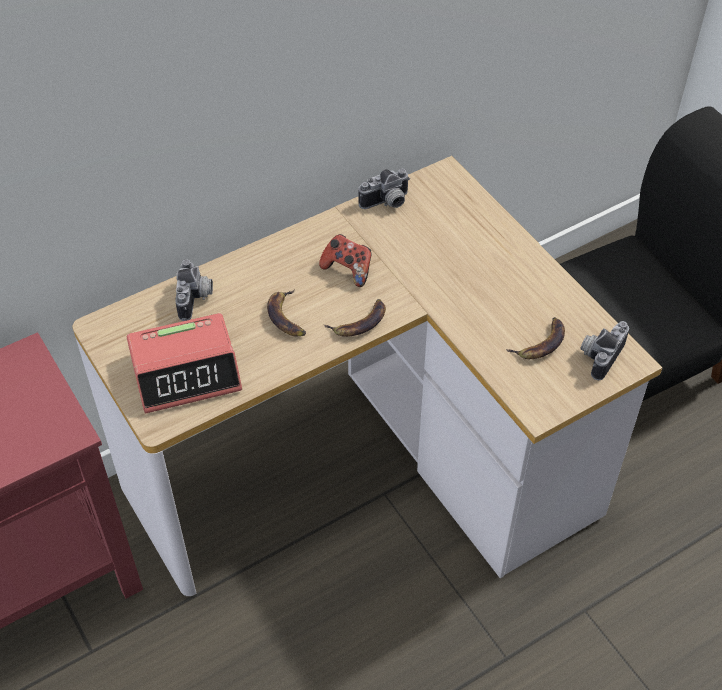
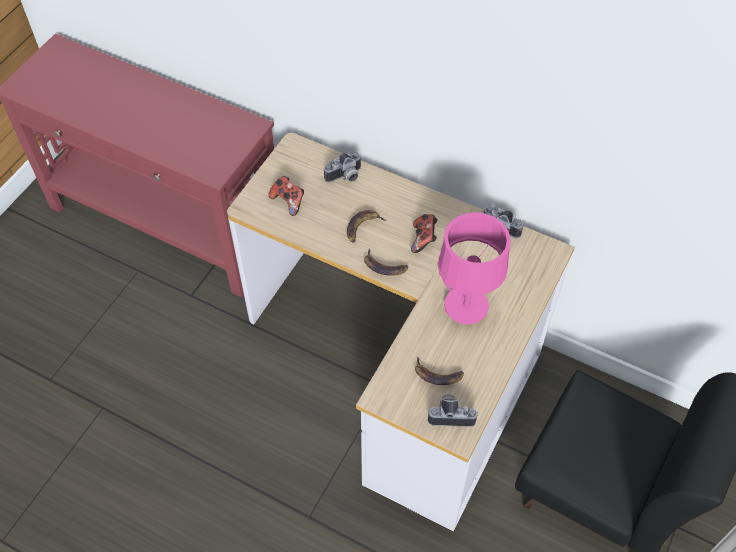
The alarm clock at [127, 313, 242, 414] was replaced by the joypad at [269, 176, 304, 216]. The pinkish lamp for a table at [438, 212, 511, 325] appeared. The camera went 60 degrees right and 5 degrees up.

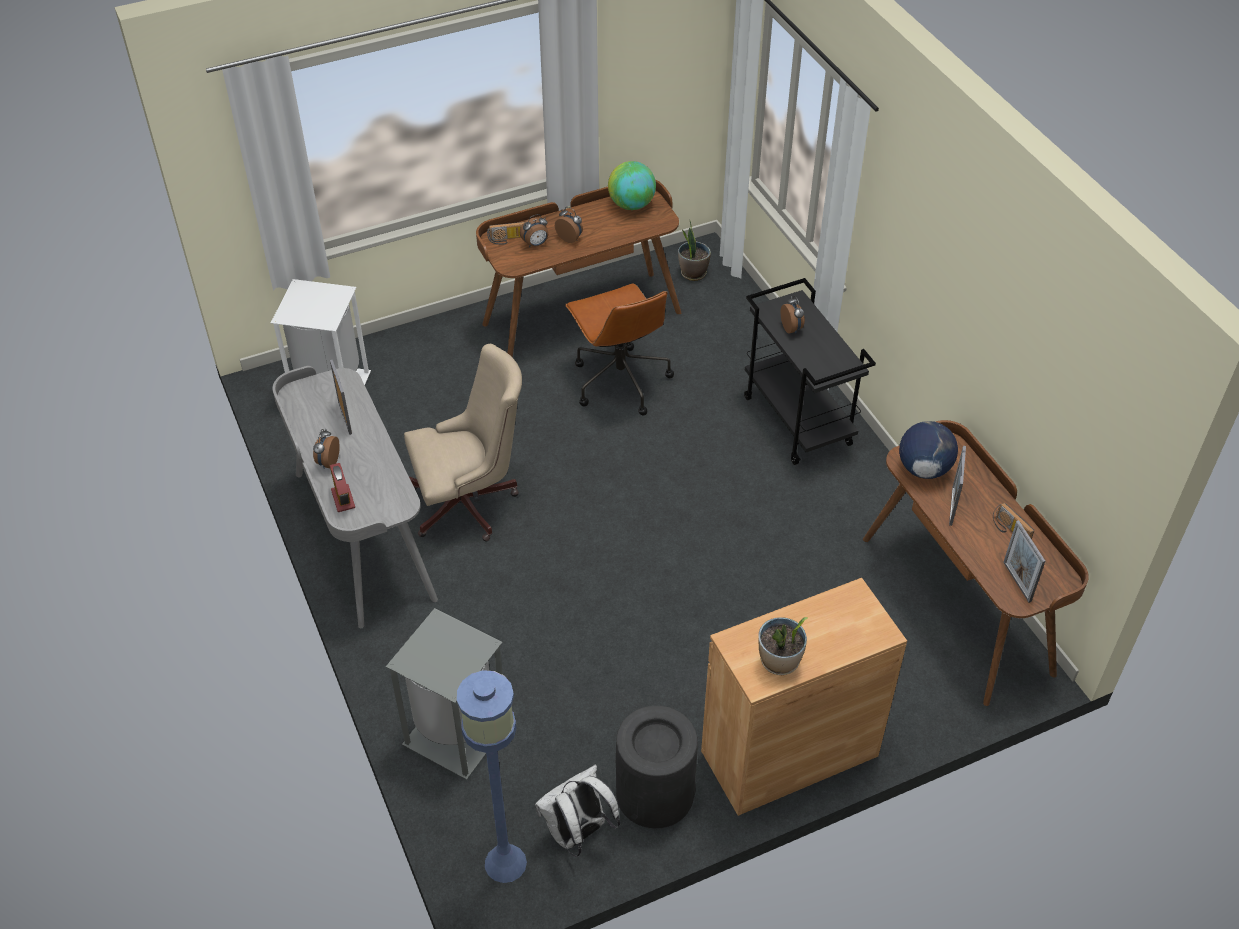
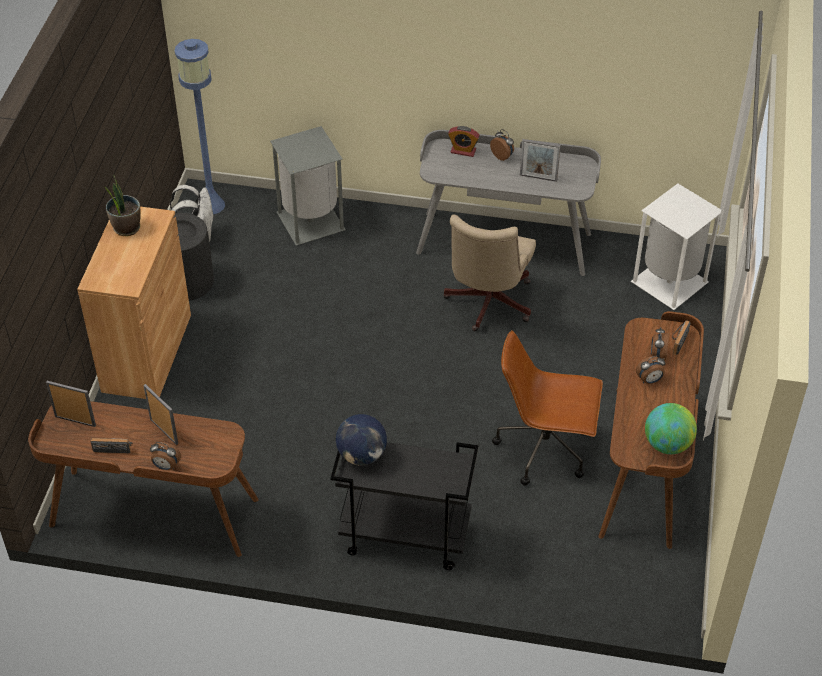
The plant in a pot at [678, 221, 711, 281] disappeared. The alarm clock moved from [781, 296, 805, 333] to [150, 442, 181, 470]. The globe moved from [899, 421, 958, 479] to [336, 414, 387, 465]. The camera went 125 degrees right and 0 degrees up.

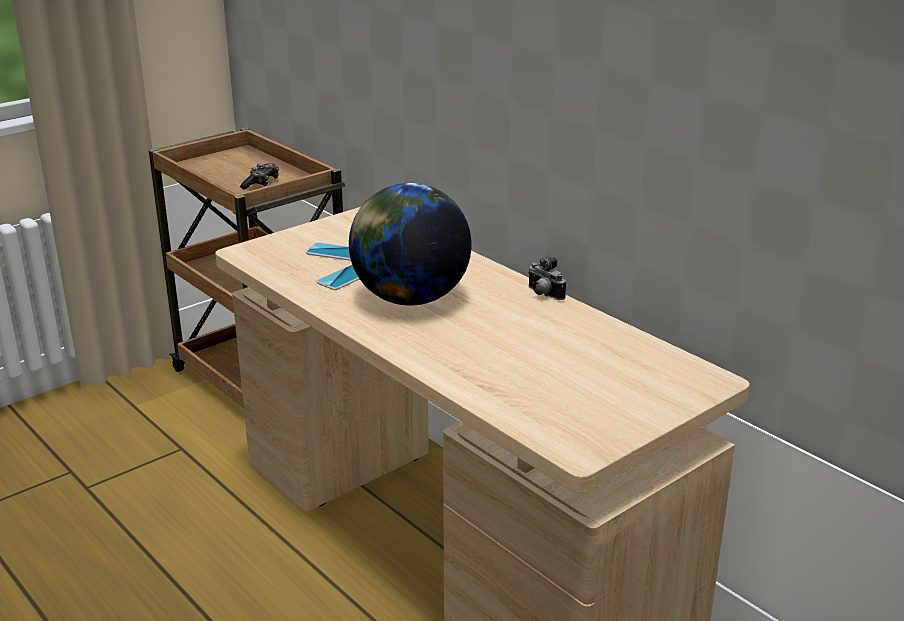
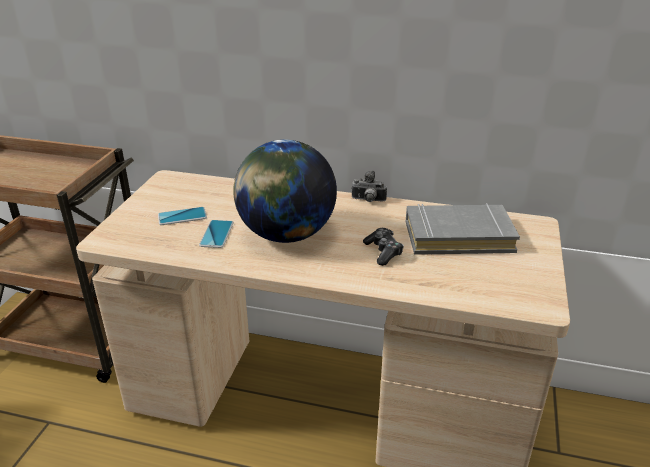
The joypad moved from [240, 163, 279, 189] to [363, 228, 404, 266]. The greyish book at [406, 203, 520, 255] appeared. The camera went 35 degrees left and 5 degrees up.

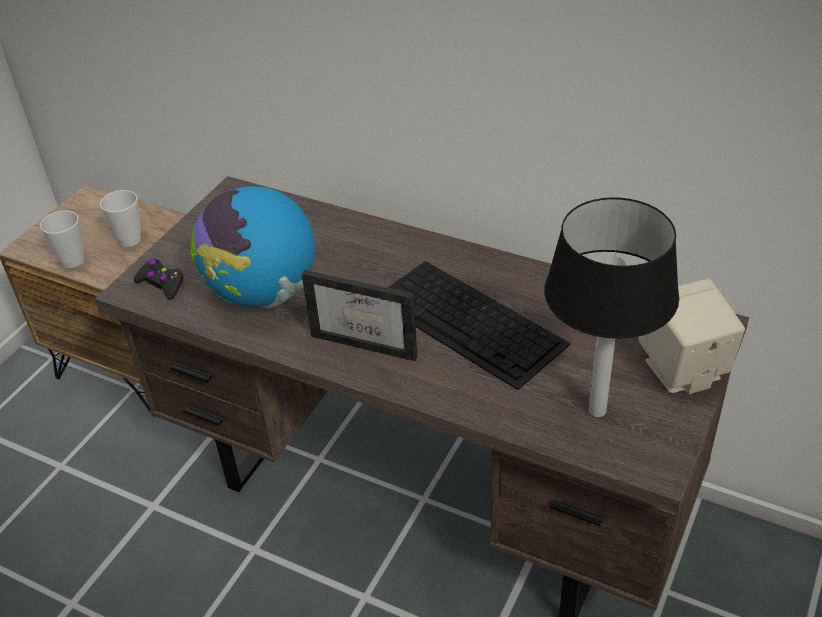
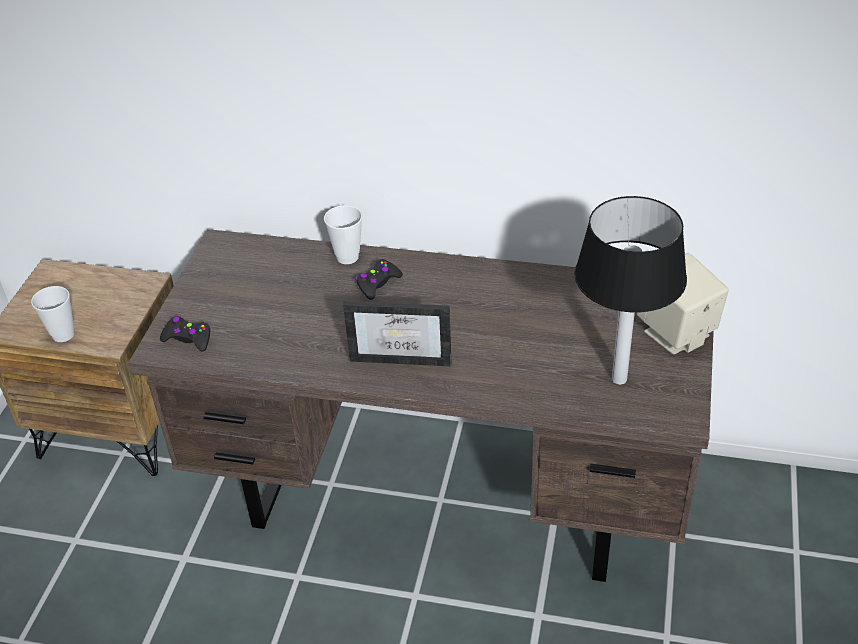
The globe at [191, 186, 315, 308] disappeared. The small cup moved from [100, 190, 141, 247] to [324, 205, 362, 264]. The keyboard at [388, 261, 571, 390] disappeared. The black joypad at [356, 259, 403, 300] appeared. The camera went 15 degrees left and 0 degrees up.

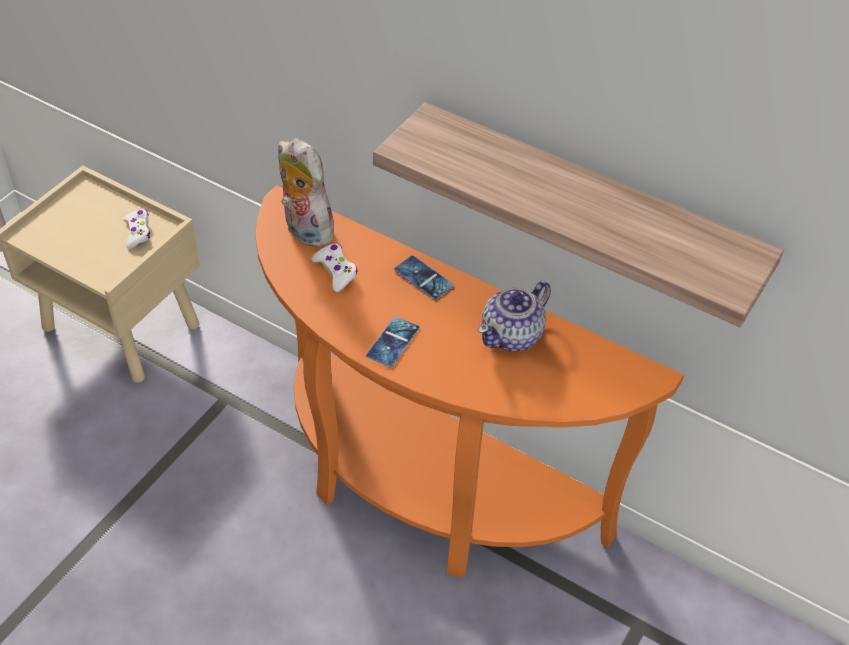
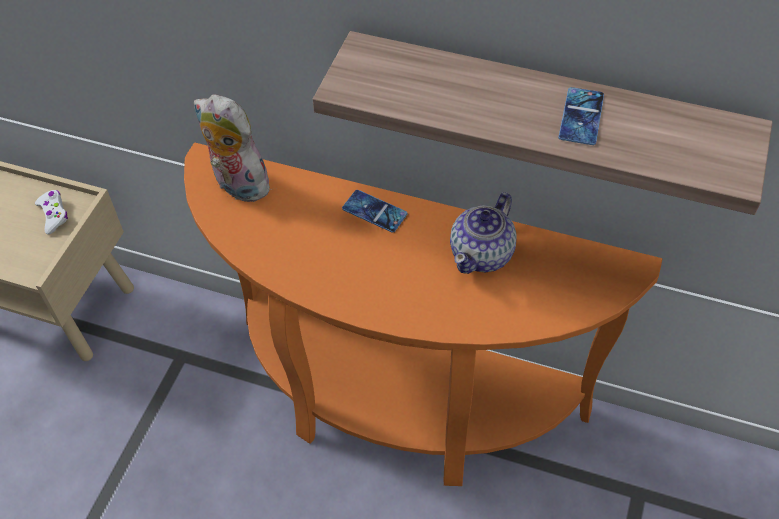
The white joypad at [311, 243, 358, 292] disappeared. The handset moved from [366, 317, 420, 367] to [559, 87, 604, 145]. The camera went 10 degrees left and 5 degrees up.

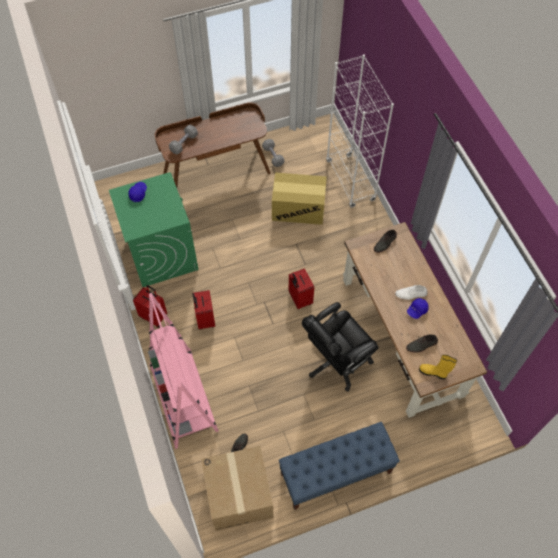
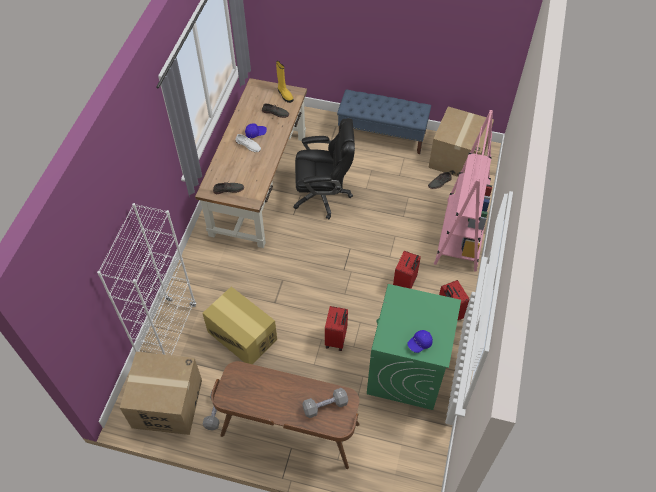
The reddish travel case moved from [289, 268, 314, 309] to [325, 306, 348, 351]. The cardboard box at [120, 352, 202, 435] appeared. The camera went 145 degrees left and 5 degrees down.

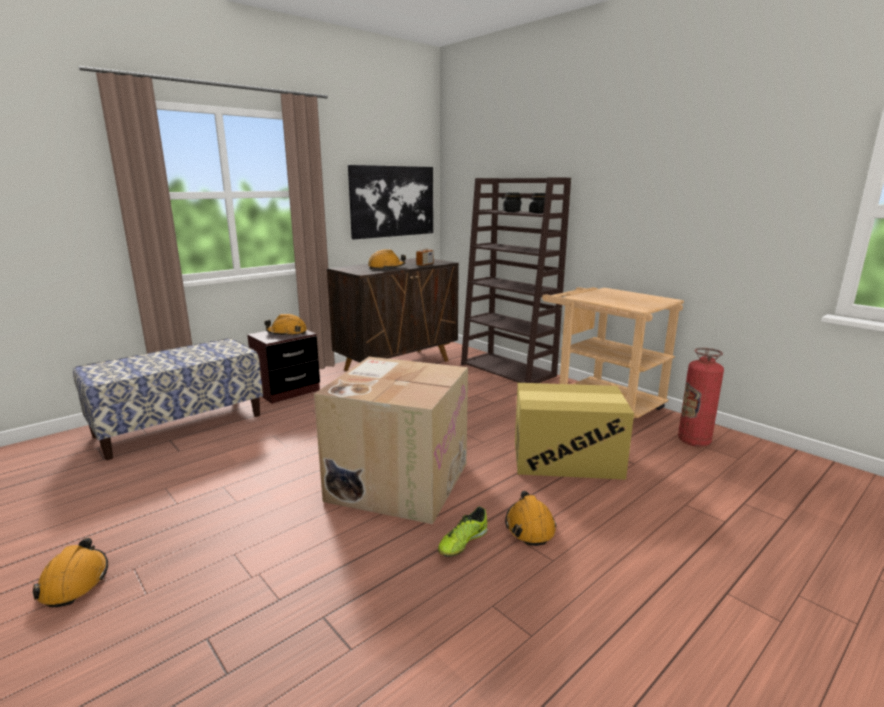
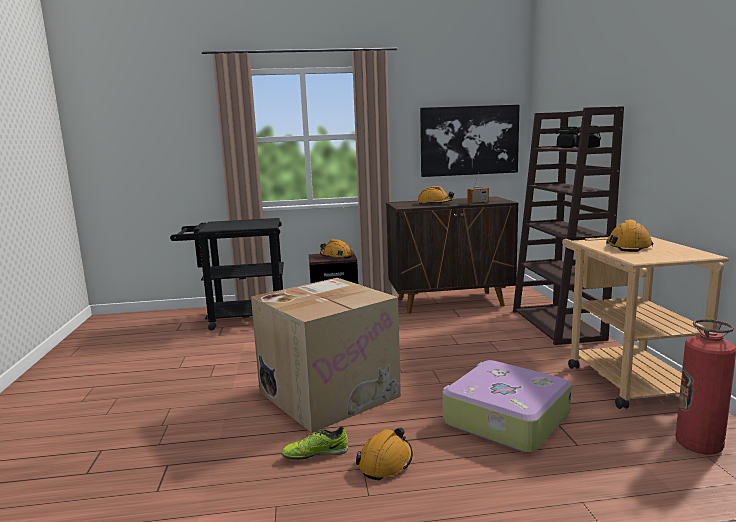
The long seat at [73, 338, 263, 460] was replaced by the black wheeled cart at [170, 218, 284, 330]. The cardboard box at [515, 383, 634, 480] was replaced by the travel case at [443, 360, 571, 453]. The orangey work helmet moved from [33, 538, 108, 607] to [606, 220, 654, 252]. The camera went 35 degrees right and 5 degrees down.

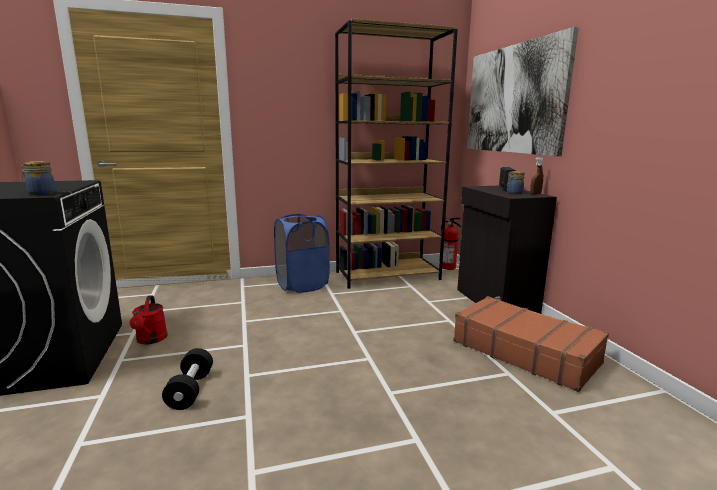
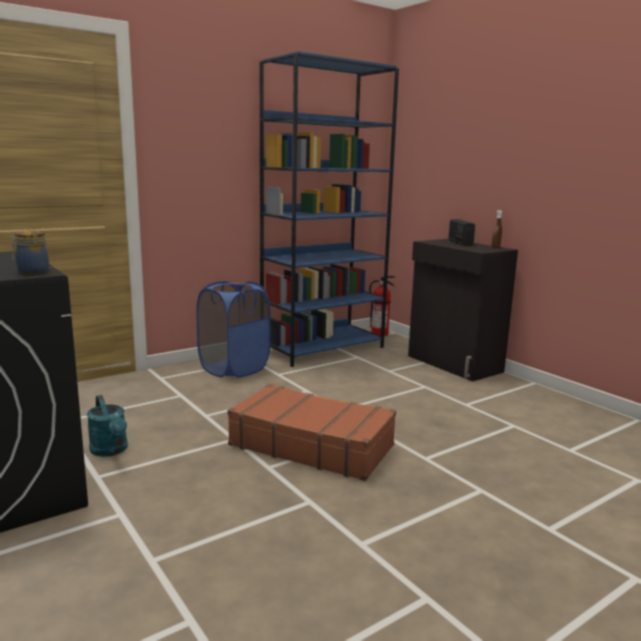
The brown shelving unit at [335, 18, 458, 289] became the blue shelving unit at [260, 51, 399, 367]. The wall art at [467, 27, 579, 156] disappeared. The jar at [507, 171, 525, 194] disappeared. The reddish watering pot at [130, 295, 168, 345] became the blue-green watering pot at [87, 395, 128, 457]. The brown travel case moved from [453, 296, 609, 392] to [228, 384, 396, 481]. The black hand weight at [162, 348, 213, 410] disappeared. The camera went 20 degrees left and 0 degrees up.

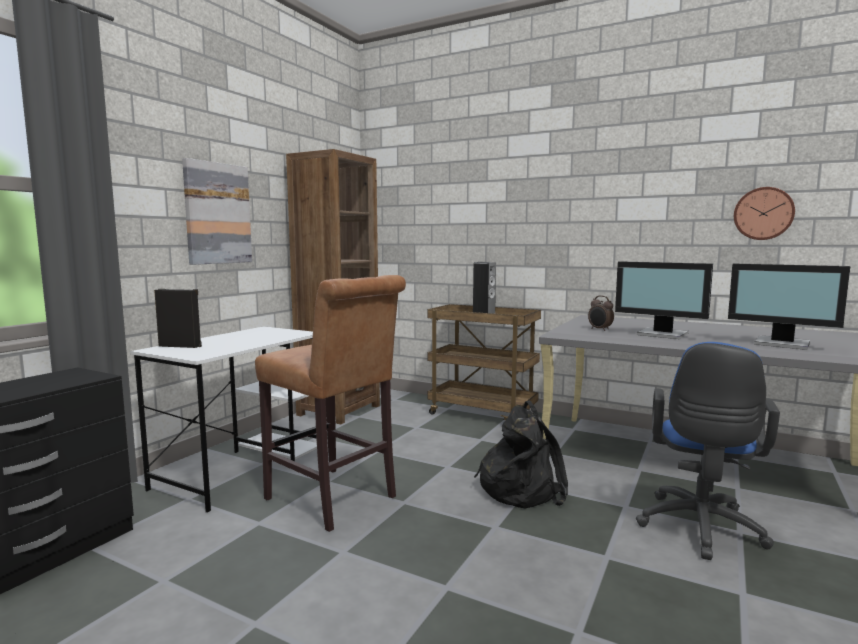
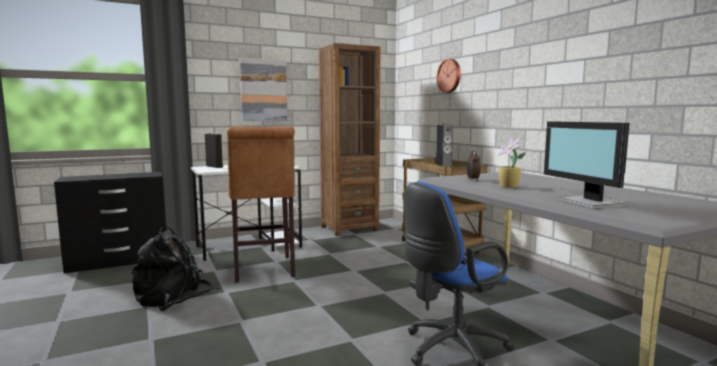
The clock on the wall moved from [734, 187, 795, 240] to [437, 59, 461, 93]. The monitor at [615, 261, 713, 339] was replaced by the plant in a pot at [499, 138, 526, 188]. The black backpack moved from [474, 401, 568, 509] to [132, 227, 220, 311]. The camera went 35 degrees right and 0 degrees up.

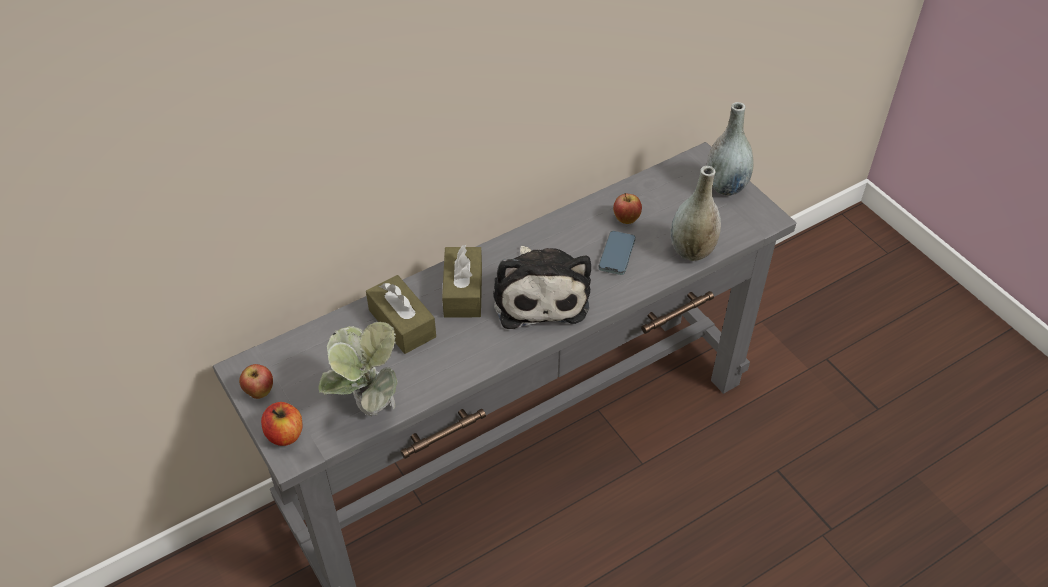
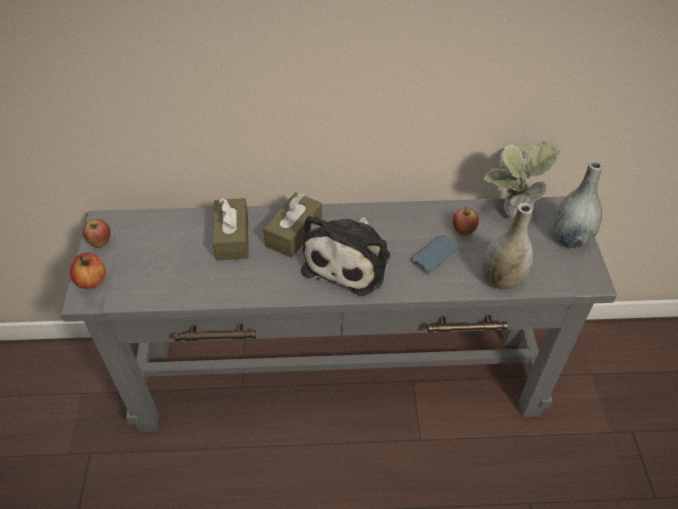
The plant in a pot moved from [318, 322, 397, 416] to [484, 141, 560, 221]. The camera went 30 degrees right and 0 degrees up.

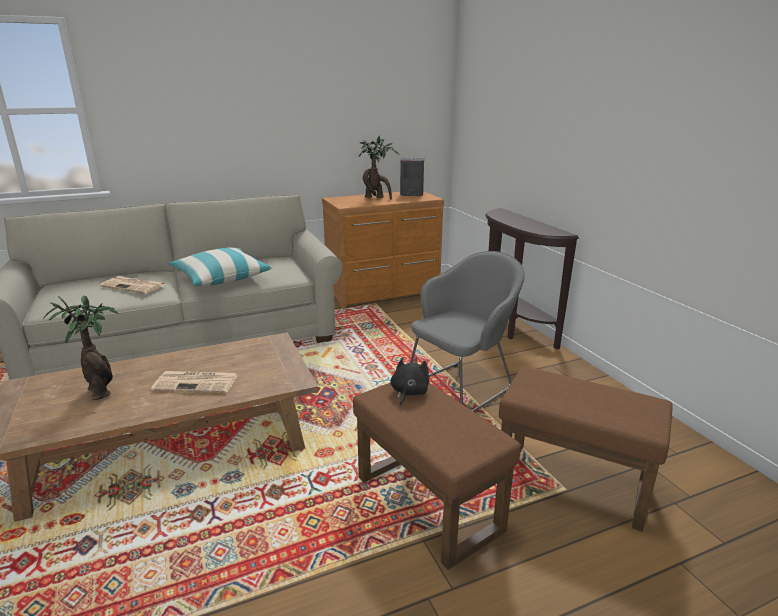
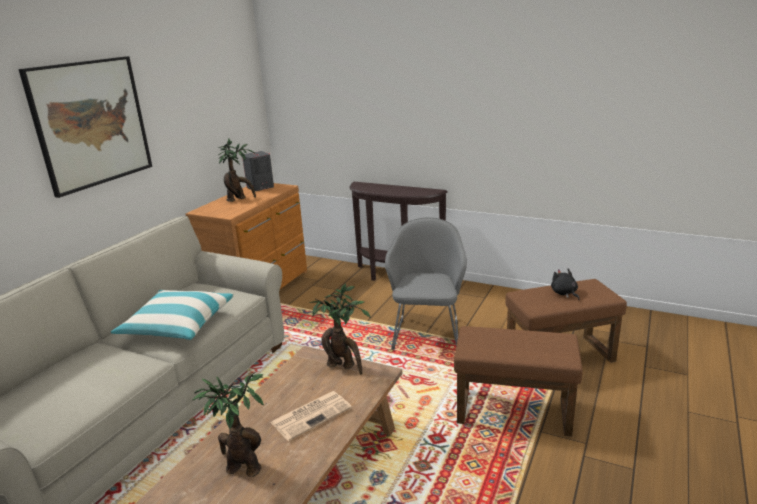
The newspaper at [100, 276, 167, 294] disappeared. The black plush toy moved from [390, 357, 429, 406] to [551, 269, 580, 300]. The wall art at [18, 56, 152, 198] appeared. The plant in a pot at [309, 283, 371, 375] appeared. The camera went 40 degrees left and 0 degrees up.

